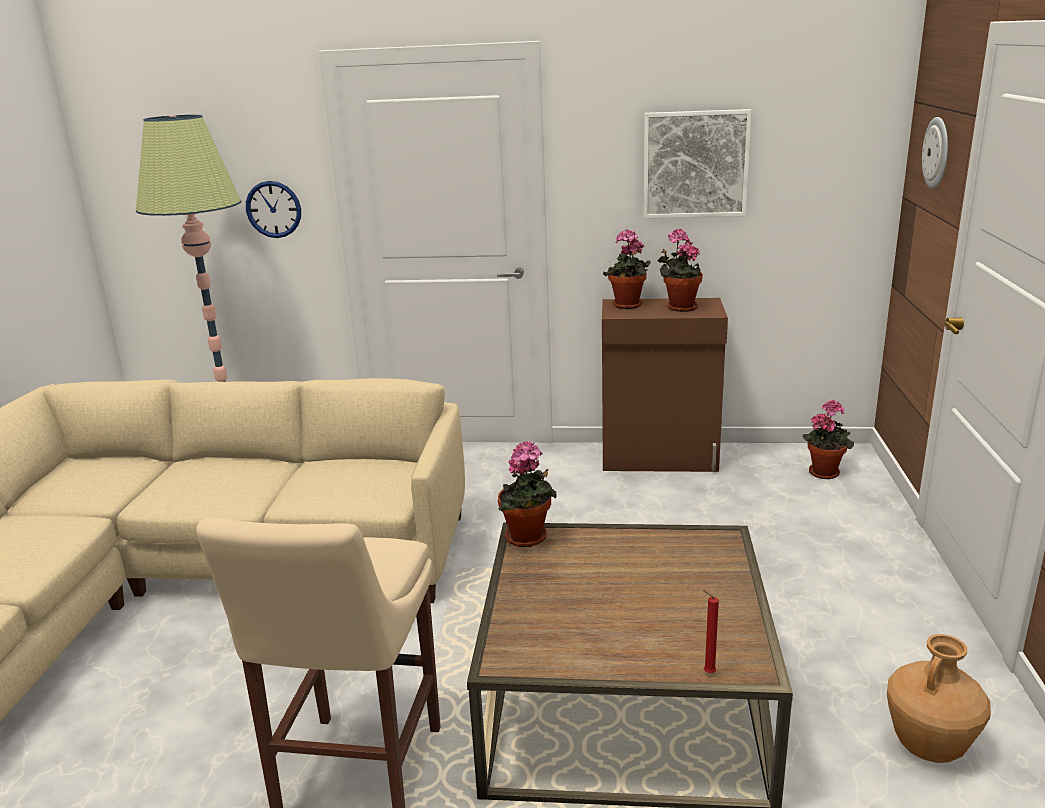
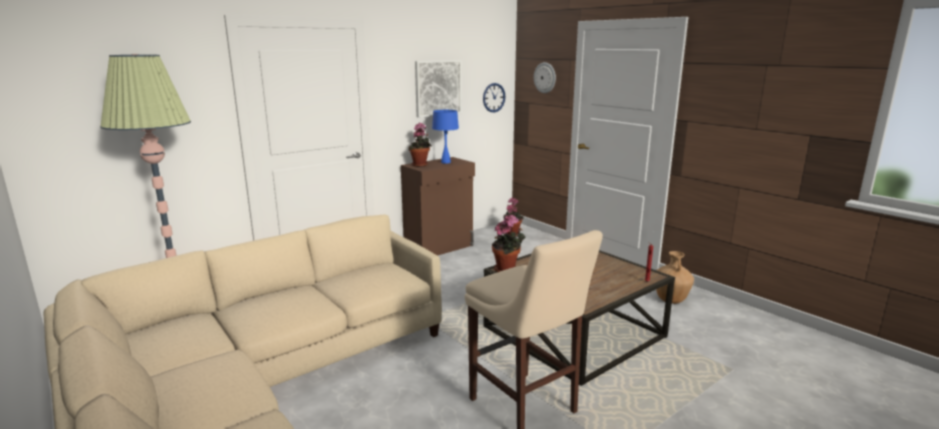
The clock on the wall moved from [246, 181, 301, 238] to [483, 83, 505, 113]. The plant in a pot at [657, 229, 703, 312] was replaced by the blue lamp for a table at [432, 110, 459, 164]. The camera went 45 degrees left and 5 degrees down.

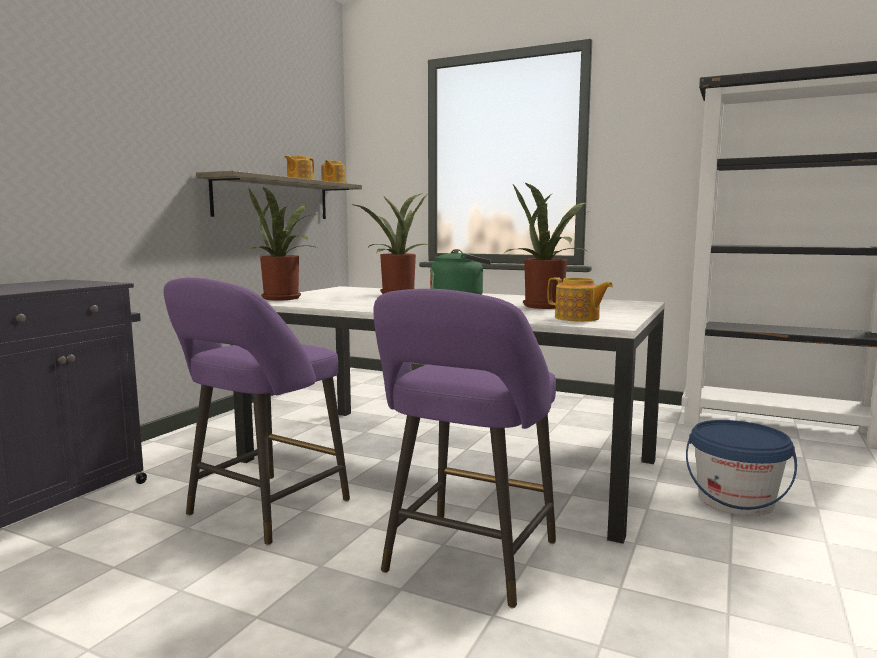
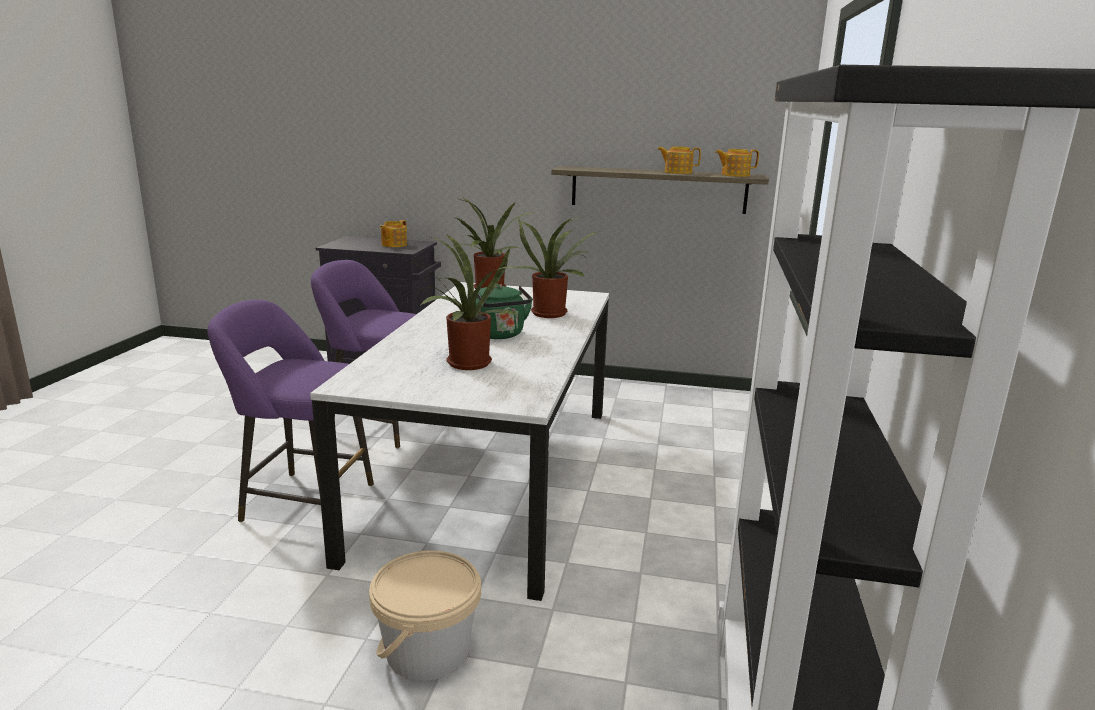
The pot for tea moved from [548, 277, 613, 322] to [380, 220, 407, 247]. The blue bucket at [686, 420, 797, 516] became the sand-coloured bucket at [369, 550, 481, 681]. The camera went 75 degrees right and 10 degrees up.

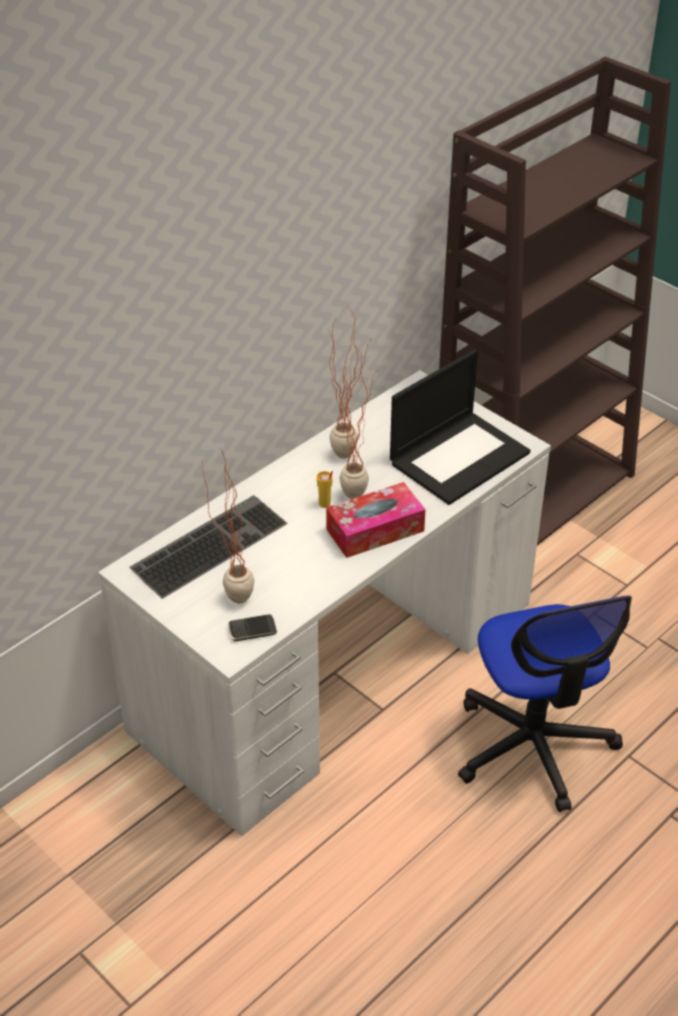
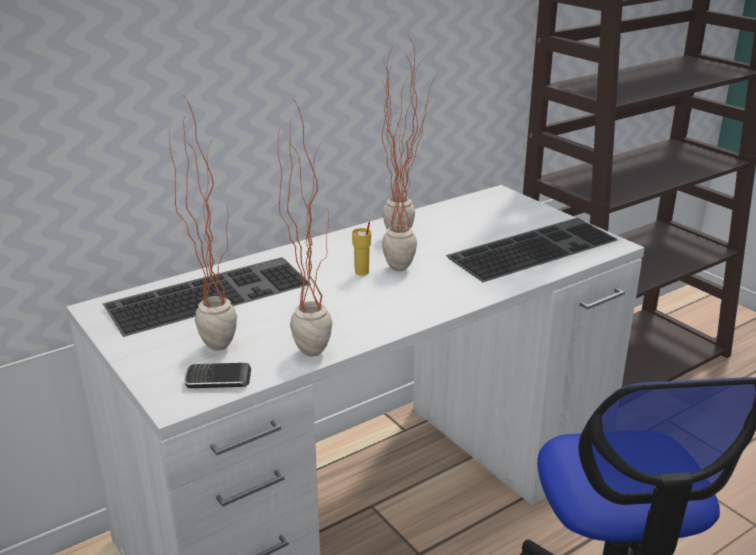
The portable computer at [390, 349, 530, 505] was replaced by the keyboard at [446, 218, 618, 282]. The tissue holder at [326, 482, 426, 558] disappeared. The plant in a pot at [278, 99, 332, 357] appeared. The camera went 10 degrees right and 15 degrees down.

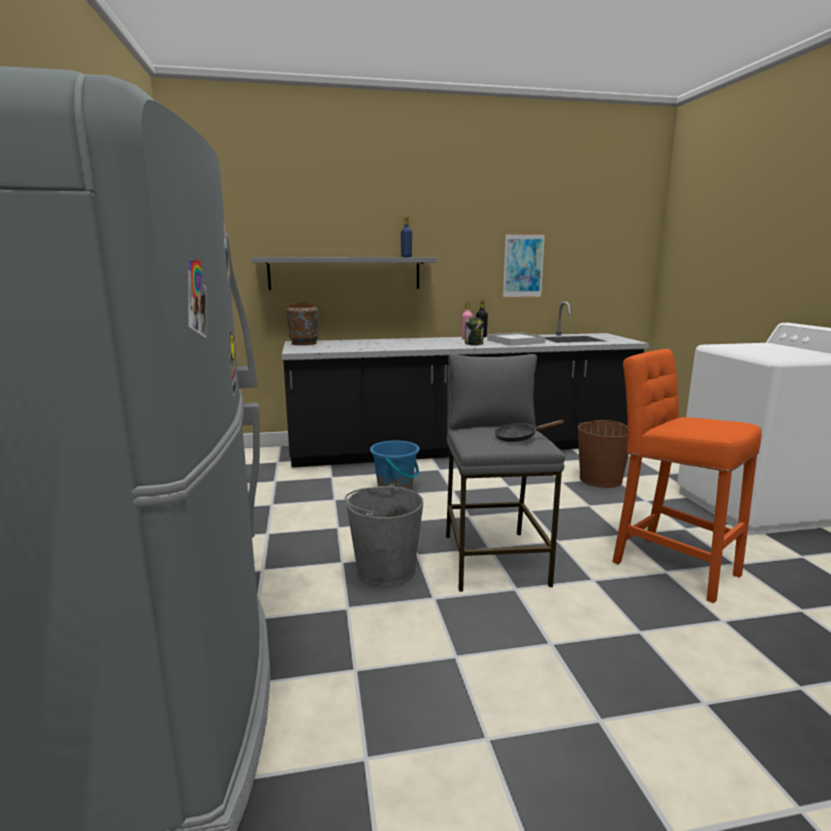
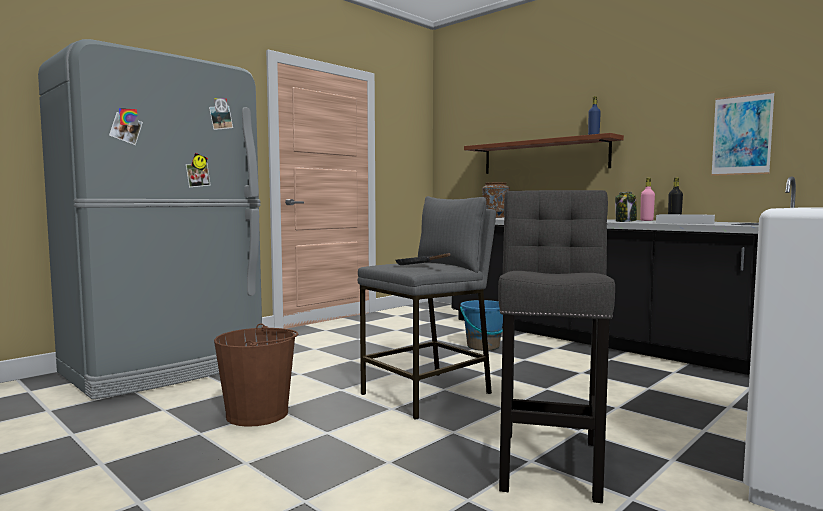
The greyish bracket shelf at [251, 257, 436, 290] became the brown bracket shelf at [464, 133, 624, 174]. The orangey sitting stool at [612, 349, 762, 603] became the greyish sitting stool at [498, 190, 615, 503]. The brown bucket moved from [578, 420, 629, 488] to [214, 323, 298, 427]. The greyish bucket at [345, 483, 423, 587] disappeared. The camera went 55 degrees right and 10 degrees down.

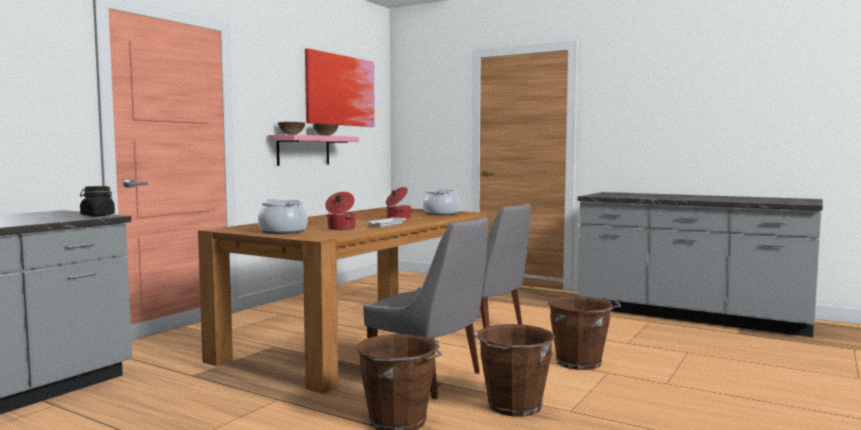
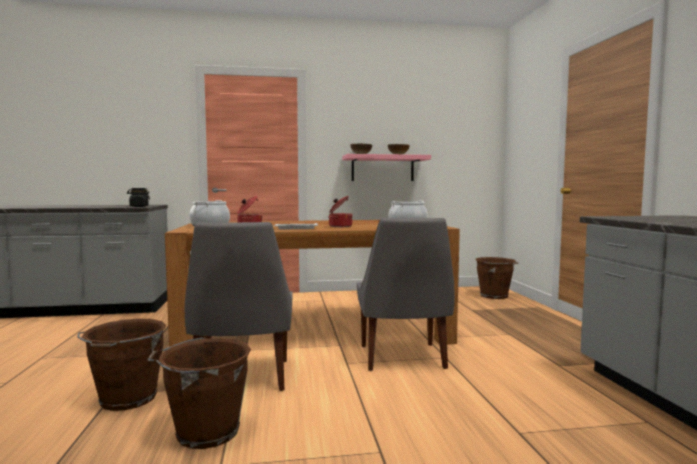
The wall art at [305, 48, 375, 127] disappeared. The brown bucket moved from [548, 296, 621, 370] to [476, 257, 518, 299]. The camera went 50 degrees right and 0 degrees up.

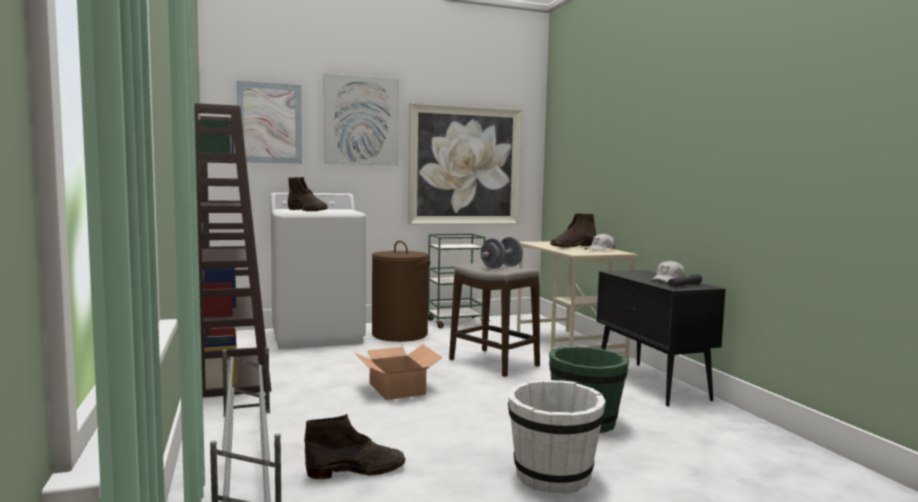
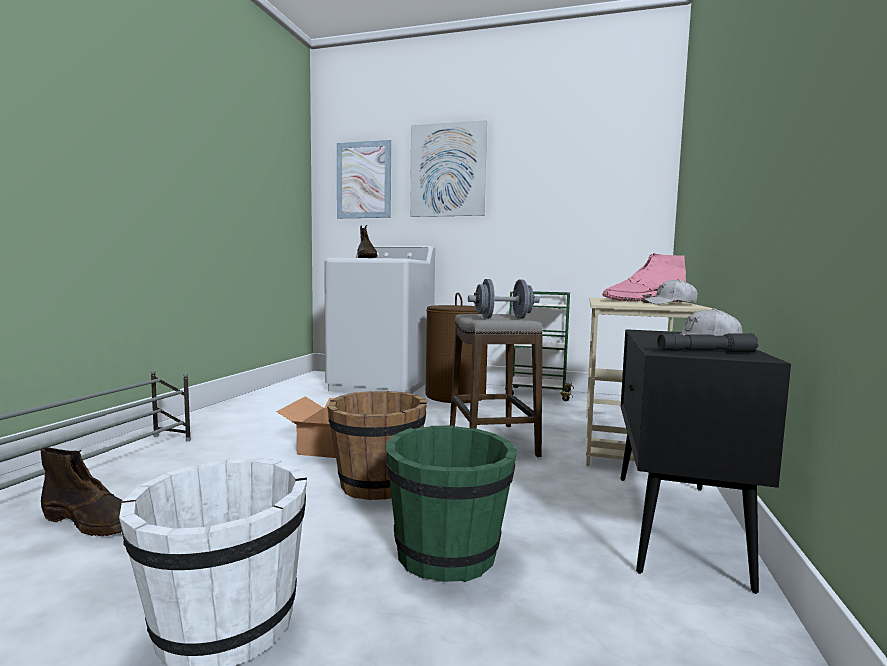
The brown shelving unit at [194, 103, 271, 398] disappeared. The wall art at [408, 103, 522, 225] disappeared. The brown tall boot at [550, 213, 596, 248] became the pinkish tall boot at [602, 253, 686, 302]. The brown bucket at [327, 391, 427, 500] appeared. The camera went 35 degrees right and 0 degrees up.

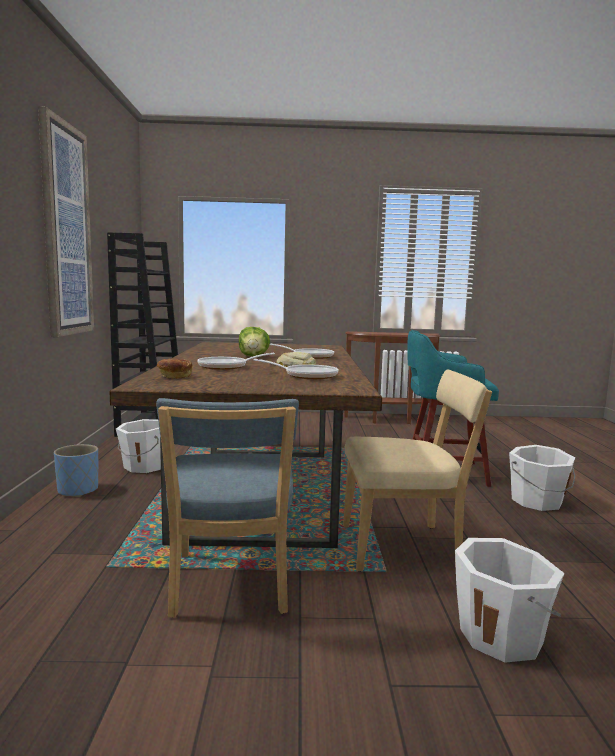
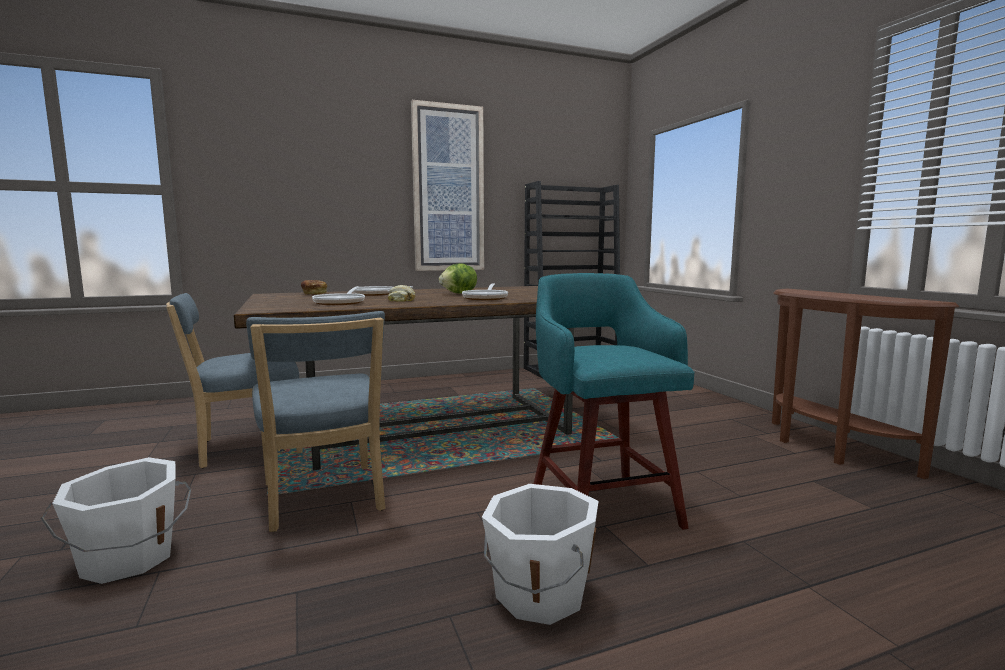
The sand-coloured upright chair at [343, 369, 492, 572] became the blue upright chair at [246, 311, 385, 532]. The white bucket at [116, 419, 161, 473] disappeared. The blue flower pot at [54, 444, 98, 497] disappeared. The camera went 70 degrees right and 0 degrees up.

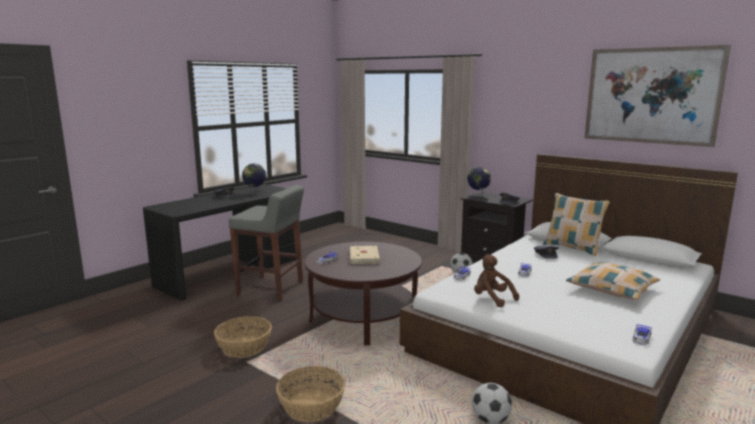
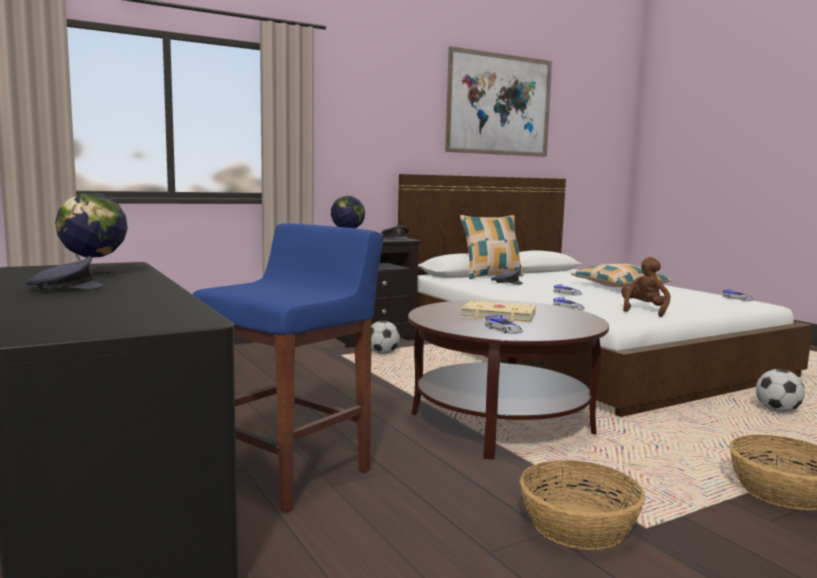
The greyish sitting stool at [229, 185, 304, 300] became the blue sitting stool at [192, 223, 383, 513]. The brown plush toy at [474, 254, 519, 307] turned 135 degrees clockwise. The camera went 70 degrees left and 5 degrees down.

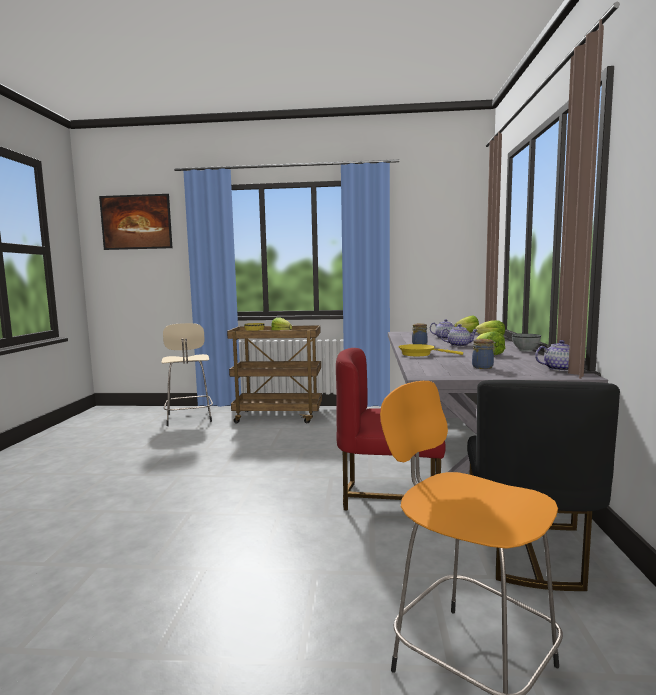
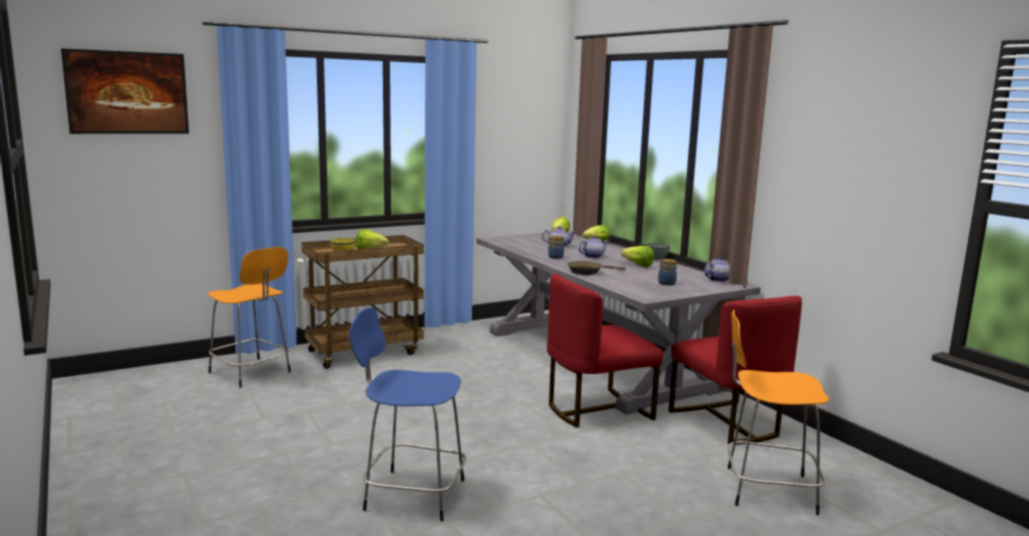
The sand-coloured sitting stool at [161, 323, 213, 426] became the orangey sitting stool at [208, 247, 291, 388]. The yellowish skillet at [398, 344, 463, 356] became the brown skillet at [567, 261, 626, 275]. The black upright chair at [467, 380, 620, 591] became the reddish upright chair at [669, 296, 802, 445]. The blue sitting stool at [349, 307, 466, 521] appeared. The camera went 35 degrees left and 5 degrees up.

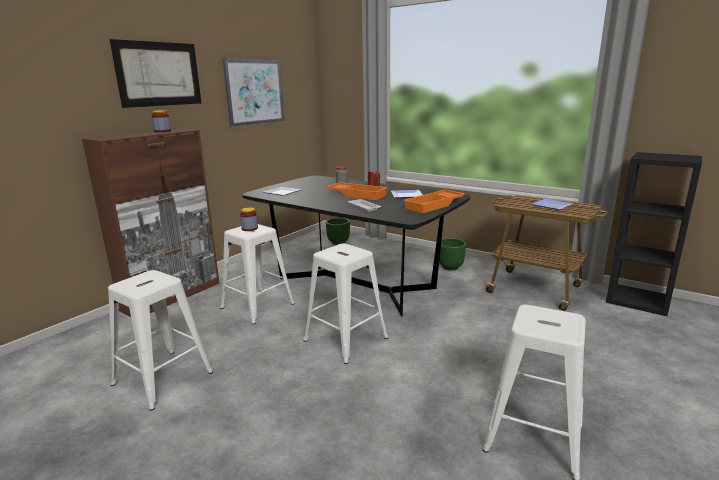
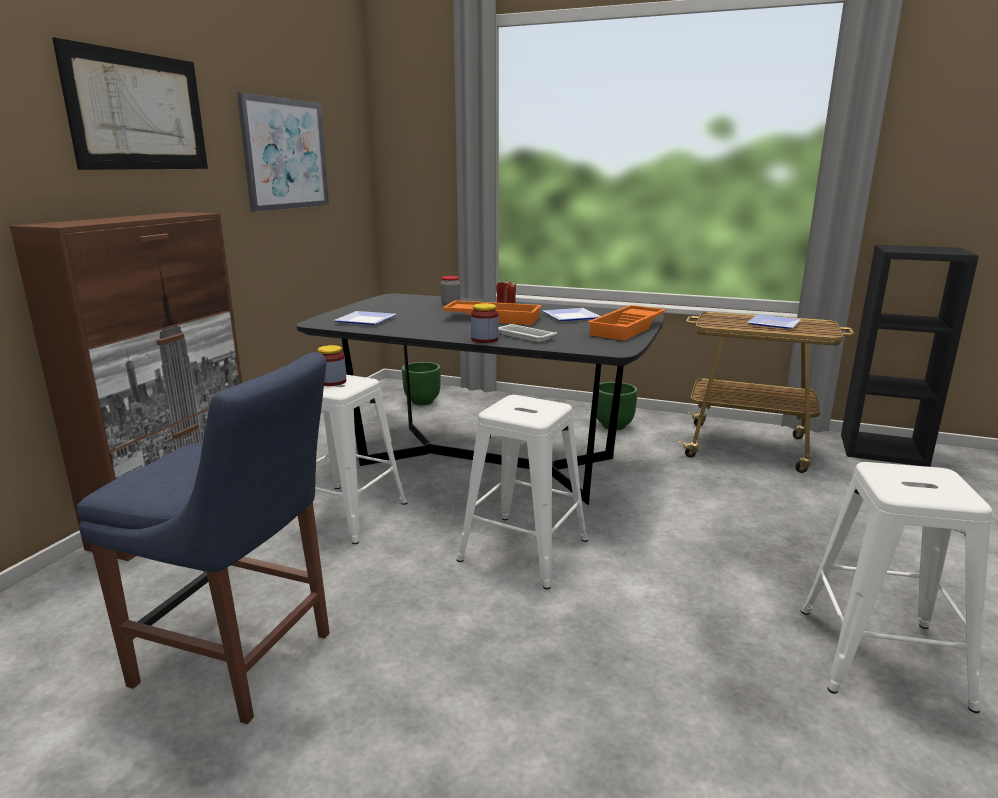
The jar moved from [152, 110, 171, 132] to [471, 303, 498, 343]. The white sitting stool at [108, 270, 213, 411] was replaced by the blue upright chair at [77, 352, 330, 724]. The camera went 15 degrees left and 0 degrees up.

